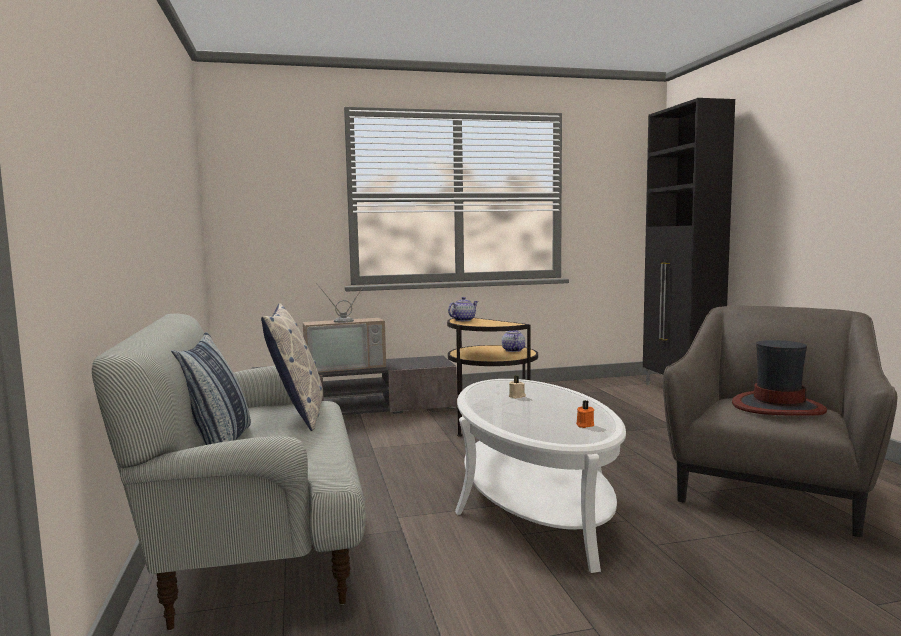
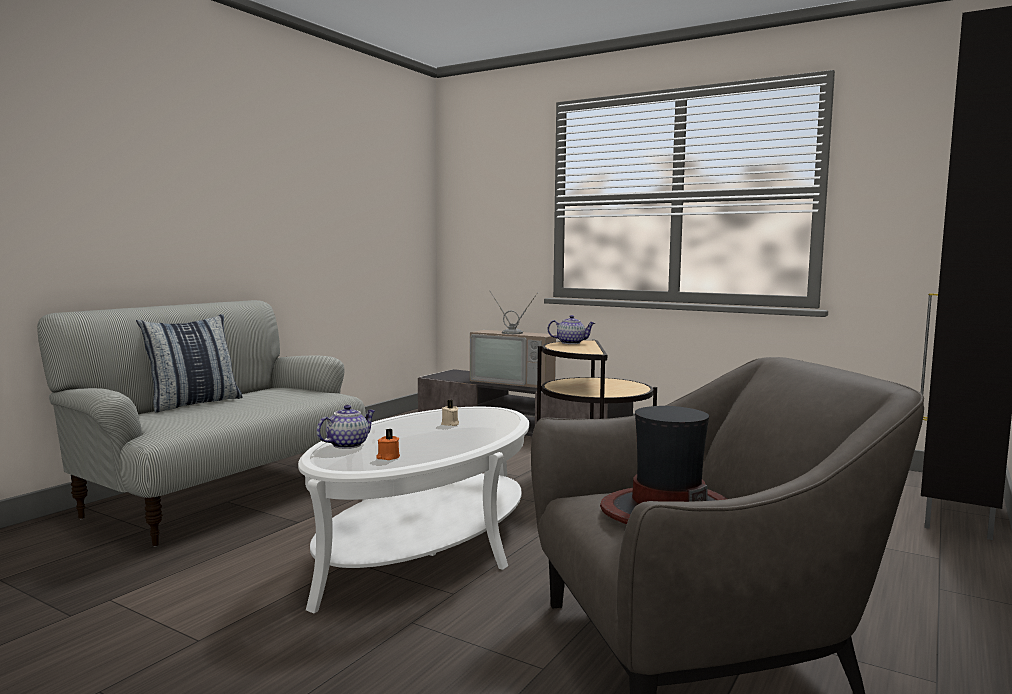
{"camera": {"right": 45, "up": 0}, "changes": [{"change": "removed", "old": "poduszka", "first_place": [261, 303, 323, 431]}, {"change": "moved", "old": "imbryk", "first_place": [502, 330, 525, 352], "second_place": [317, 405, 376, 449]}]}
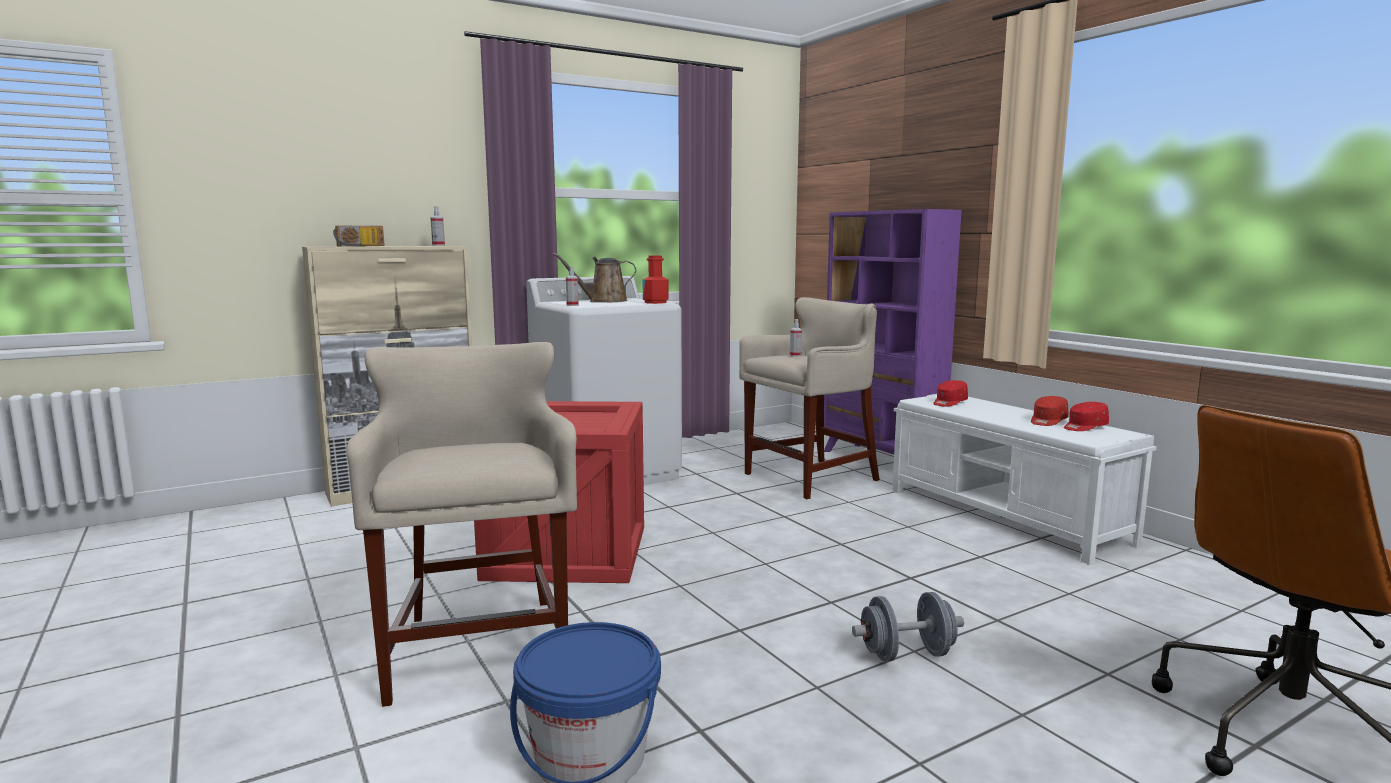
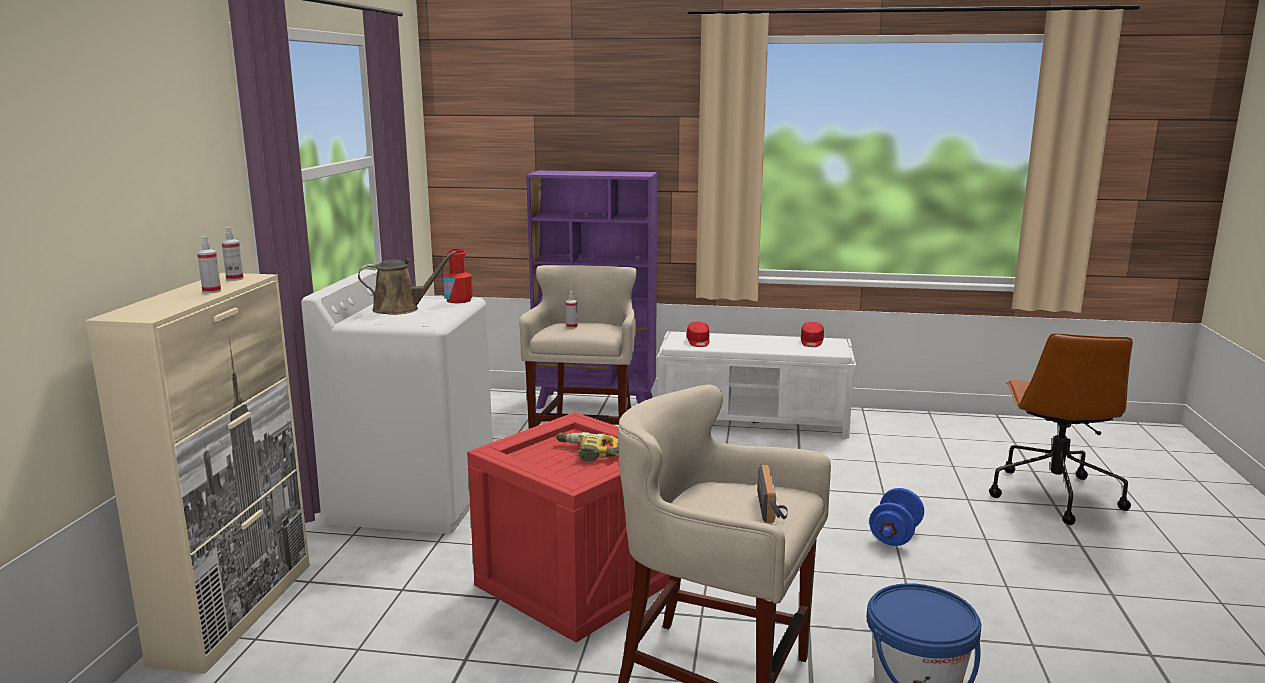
{"camera": {"right": -50, "up": 5}, "changes": [{"change": "removed", "old": "czapka z daszkiem [czerwony]", "first_place": [1031, 396, 1068, 426]}, {"change": "added", "new": "wiertarka", "second_place": [556, 432, 619, 461]}, {"change": "moved", "old": "radio", "first_place": [333, 226, 384, 246], "second_place": [757, 465, 788, 523]}, {"change": "moved", "old": "spryskiwacz", "first_place": [566, 266, 578, 306], "second_place": [197, 236, 221, 293]}, {"change": "recoloured", "old": "hantel [szary]", "new": "hantel [niebieski]", "first_place": [852, 592, 964, 662], "second_place": [869, 488, 924, 546]}, {"change": "turned", "old": "konewka [brązowy]", "first_place": [553, 253, 636, 302], "second_place": [358, 251, 457, 315], "degrees": -135}]}
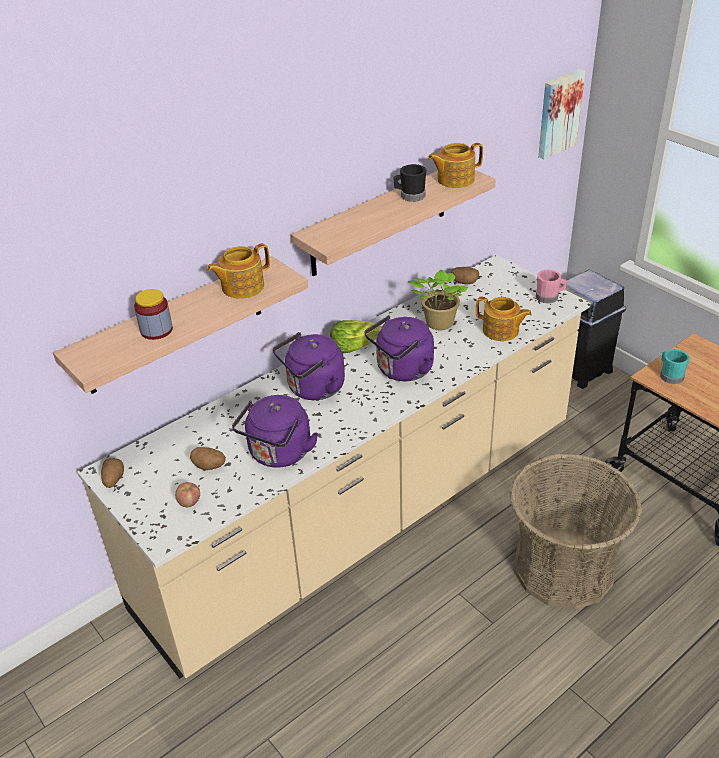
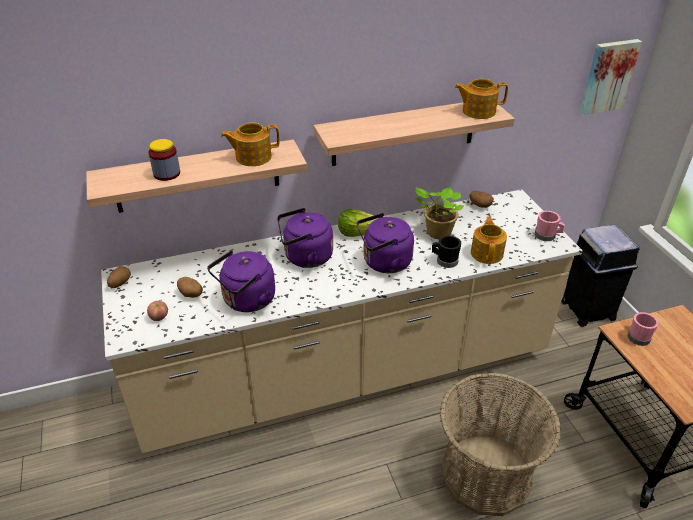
{"camera": {"right": 20, "up": 0}, "changes": [{"change": "moved", "old": "kubek [czarny]", "first_place": [393, 164, 426, 202], "second_place": [432, 235, 461, 268]}, {"change": "recoloured", "old": "kubek [turkusowy]", "new": "kubek [różowy]", "first_place": [660, 349, 690, 384], "second_place": [627, 312, 659, 346]}, {"change": "turned", "old": "imbryk", "first_place": [476, 296, 532, 341], "second_place": [471, 216, 507, 264], "degrees": -135}]}
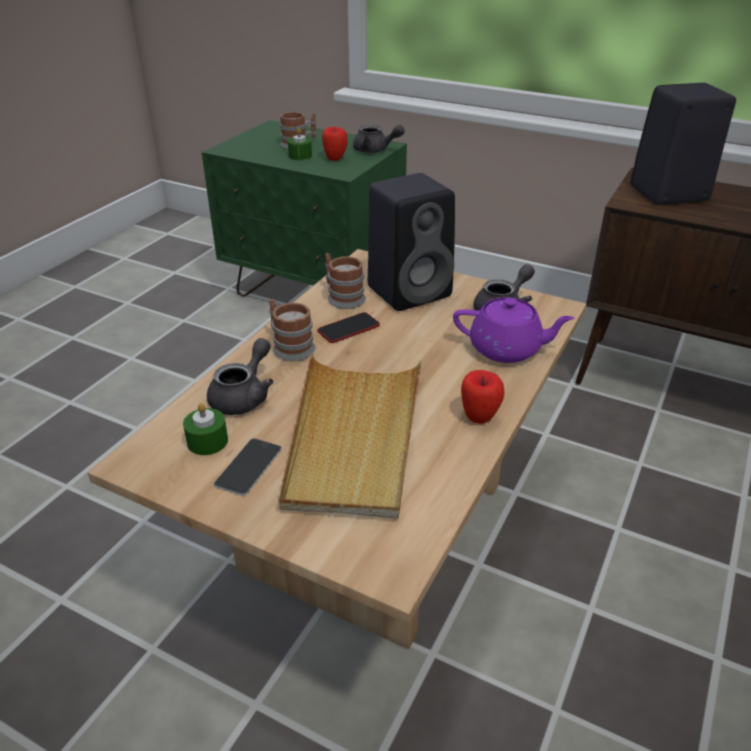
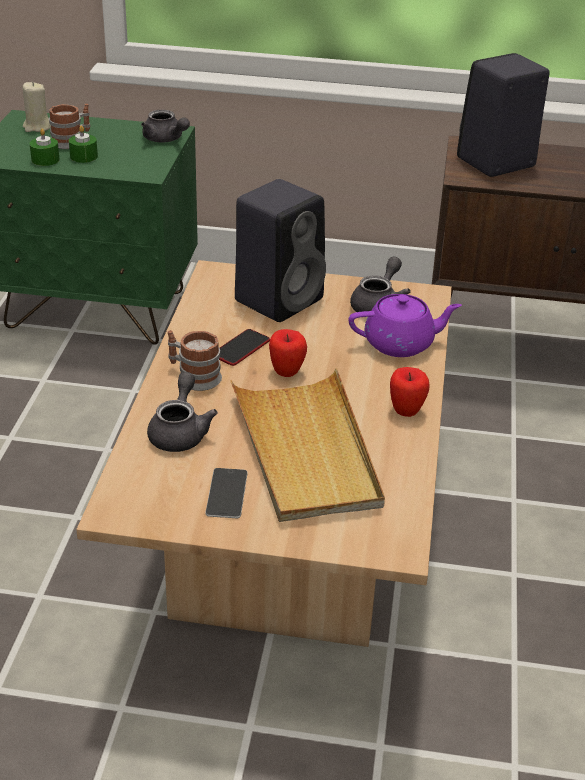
{"camera": {"right": -20, "up": 0}, "changes": [{"change": "removed", "old": "kubek", "first_place": [325, 253, 366, 309]}, {"change": "added", "new": "świeca [beżowy]", "second_place": [23, 81, 51, 132]}, {"change": "moved", "old": "świeca [zielony]", "first_place": [183, 403, 228, 455], "second_place": [30, 129, 60, 166]}, {"change": "moved", "old": "jabłko", "first_place": [322, 127, 348, 161], "second_place": [269, 329, 307, 377]}, {"change": "turned", "old": "imbryk [szary]", "first_place": [353, 125, 405, 153], "second_place": [141, 110, 190, 143], "degrees": 45}]}
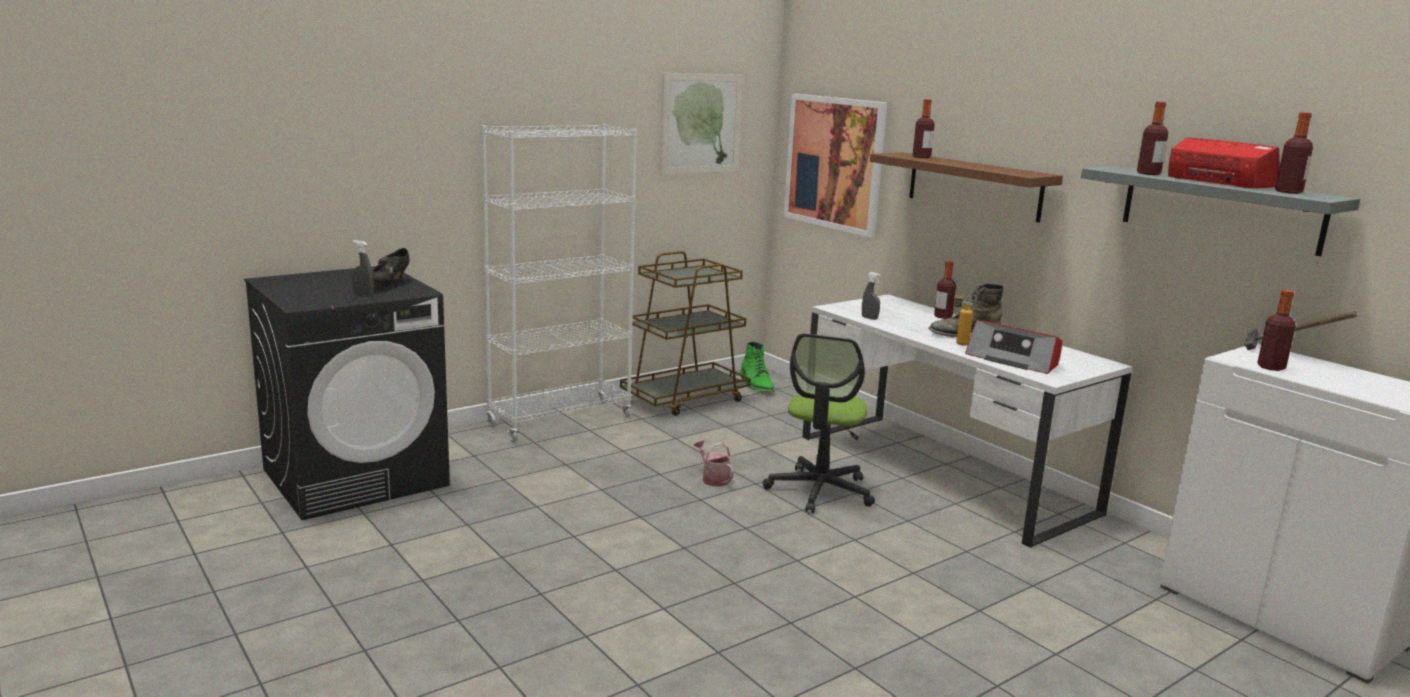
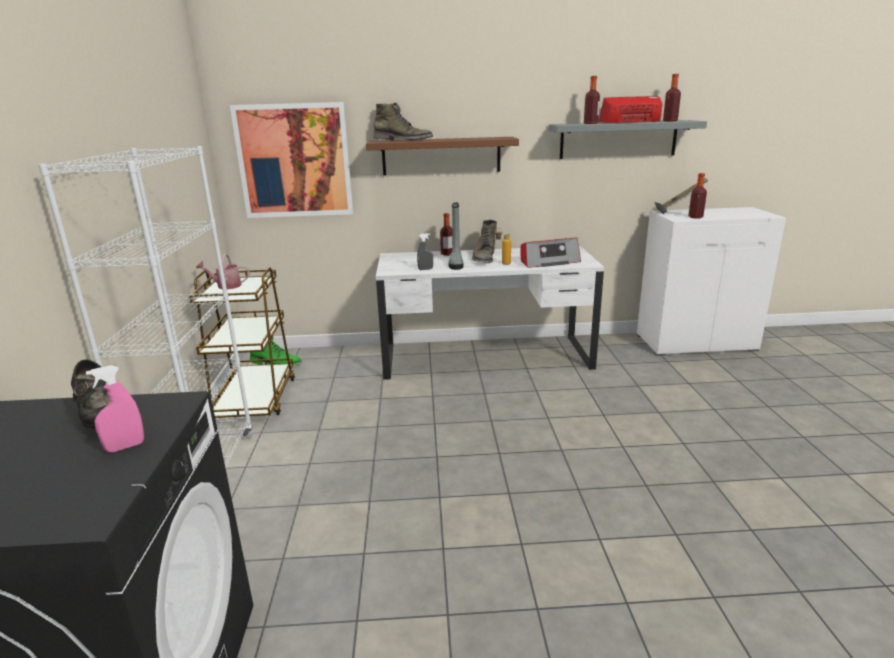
{"camera": {"right": -55, "up": 5}, "changes": [{"change": "removed", "old": "obraz", "first_place": [660, 73, 743, 175]}, {"change": "removed", "old": "krzesło biurowe", "first_place": [763, 333, 875, 513]}, {"change": "added", "new": "but z cholewką [szary]", "second_place": [449, 203, 463, 270]}, {"change": "moved", "old": "konewka", "first_place": [694, 441, 734, 487], "second_place": [196, 254, 250, 289]}, {"change": "replaced", "old": "butelka", "new": "but z cholewką [zielony]", "first_place": [913, 99, 935, 158], "second_place": [373, 103, 433, 140]}, {"change": "recoloured", "old": "spryskiwacz [szary]", "new": "spryskiwacz [różowy]", "first_place": [352, 240, 374, 297], "second_place": [86, 365, 144, 453]}]}
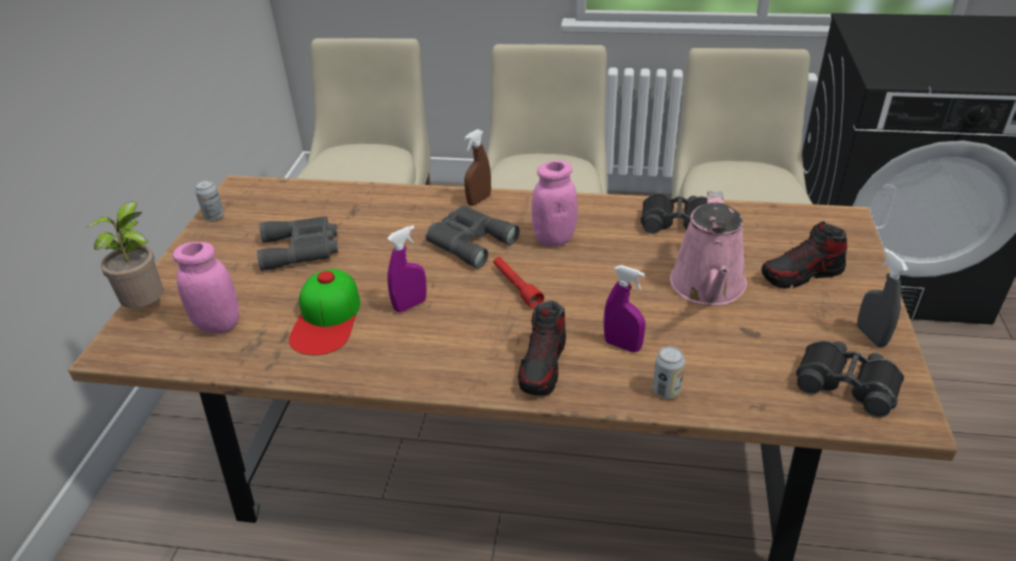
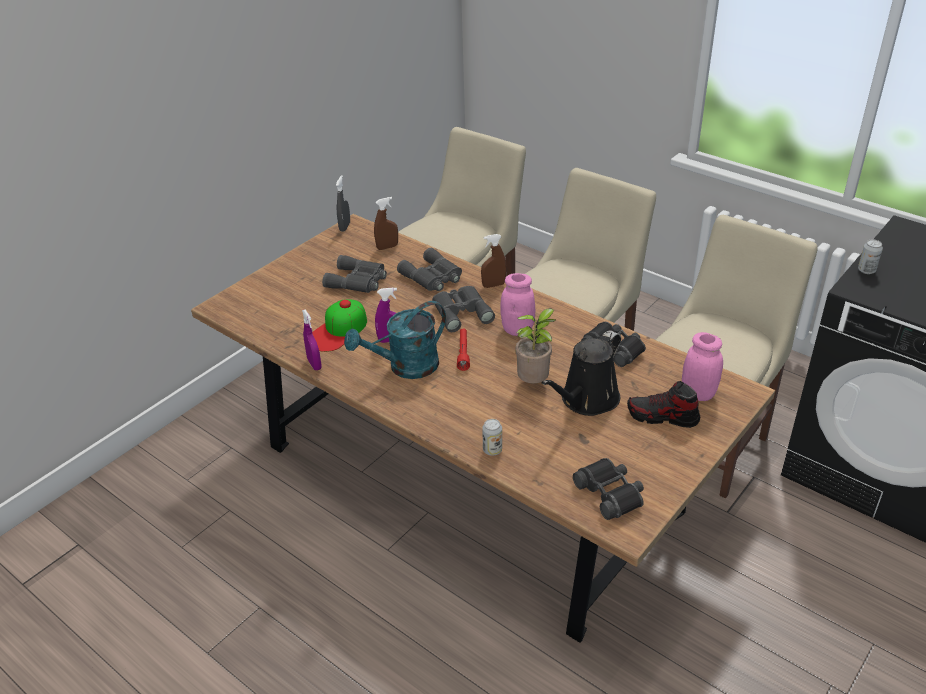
{"camera": {"right": 30, "up": 0}, "changes": [{"change": "removed", "old": "but", "first_place": [518, 301, 566, 396]}, {"change": "added", "new": "konewka [turkusowy]", "second_place": [344, 301, 446, 379]}, {"change": "added", "new": "spryskiwacz [brązowy]", "second_place": [374, 197, 398, 250]}, {"change": "added", "new": "lornetka [szary]", "second_place": [397, 248, 462, 291]}, {"change": "moved", "old": "roślina doniczkowa", "first_place": [86, 202, 165, 308], "second_place": [515, 308, 556, 383]}, {"change": "moved", "old": "słoik [różowy]", "first_place": [173, 242, 239, 334], "second_place": [682, 332, 723, 401]}, {"change": "moved", "old": "puszka", "first_place": [195, 180, 224, 221], "second_place": [858, 239, 883, 274]}, {"change": "moved", "old": "spryskiwacz [fioletowy]", "first_place": [603, 265, 645, 352], "second_place": [302, 310, 322, 370]}, {"change": "moved", "old": "spryskiwacz [szary]", "first_place": [857, 248, 909, 347], "second_place": [336, 175, 350, 232]}, {"change": "recoloured", "old": "konewka [różowy]", "new": "konewka [czarny]", "first_place": [670, 191, 747, 306], "second_place": [542, 330, 621, 416]}]}
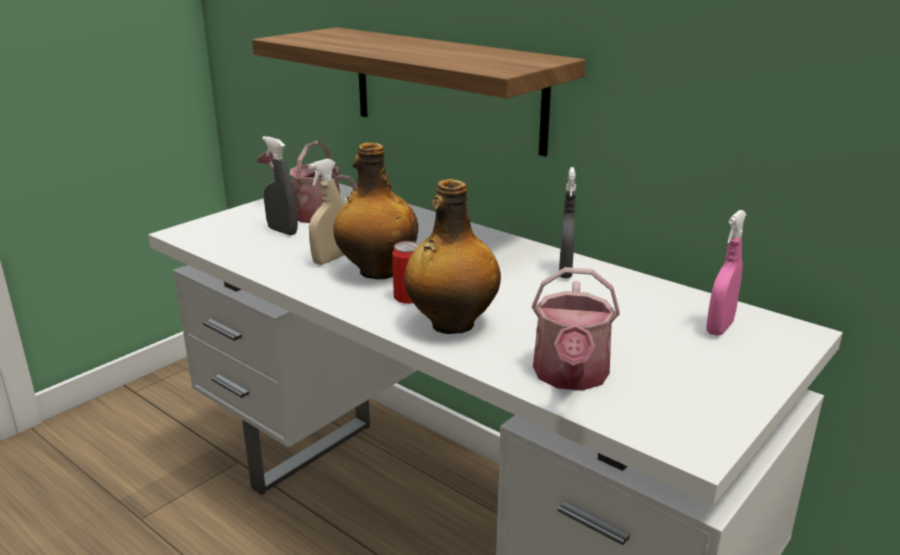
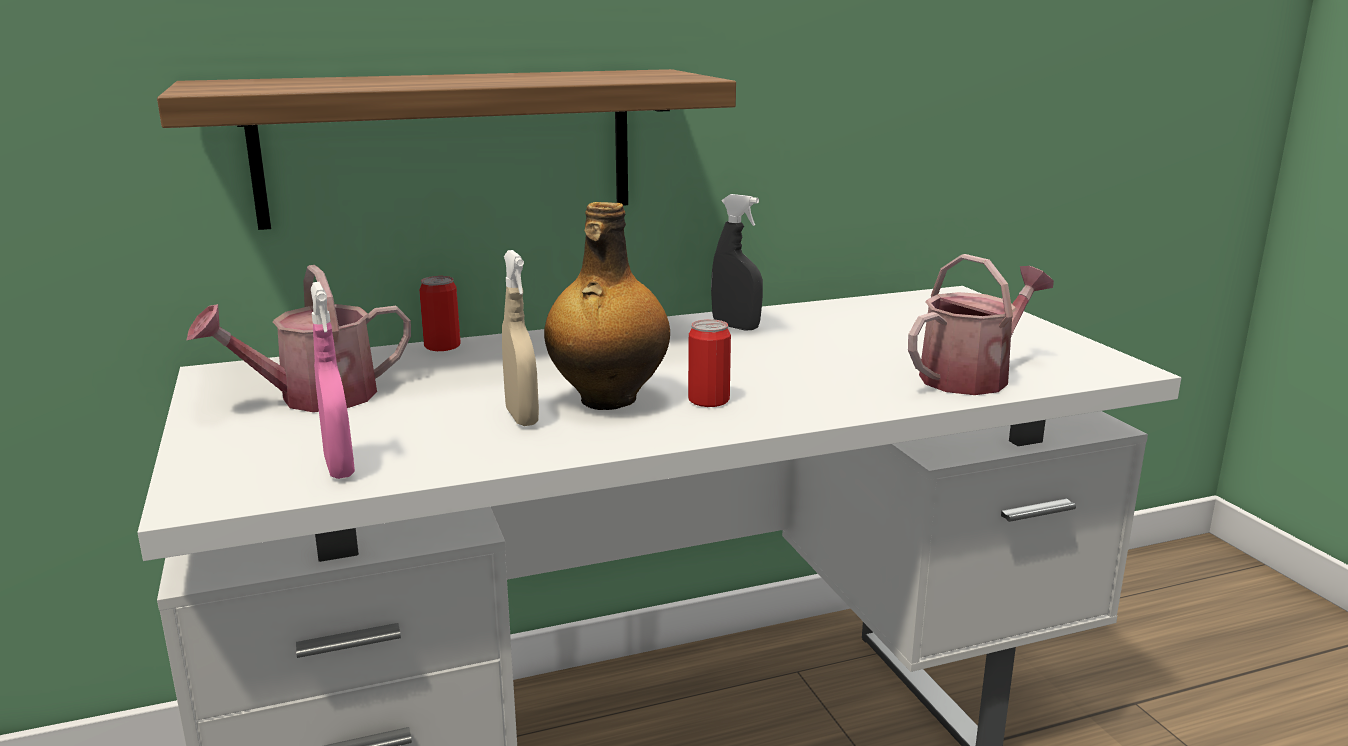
{"camera": {"right": -60, "up": -5}, "changes": [{"change": "removed", "old": "spryskiwacz [szary]", "first_place": [262, 136, 298, 235]}, {"change": "removed", "old": "butelka", "first_place": [404, 179, 501, 334]}, {"change": "added", "new": "puszka", "second_place": [419, 276, 461, 351]}, {"change": "moved", "old": "spryskiwacz [różowy]", "first_place": [706, 210, 747, 336], "second_place": [311, 282, 355, 479]}, {"change": "turned", "old": "konewka", "first_place": [532, 267, 620, 391], "second_place": [908, 254, 1054, 395], "degrees": -75}]}
